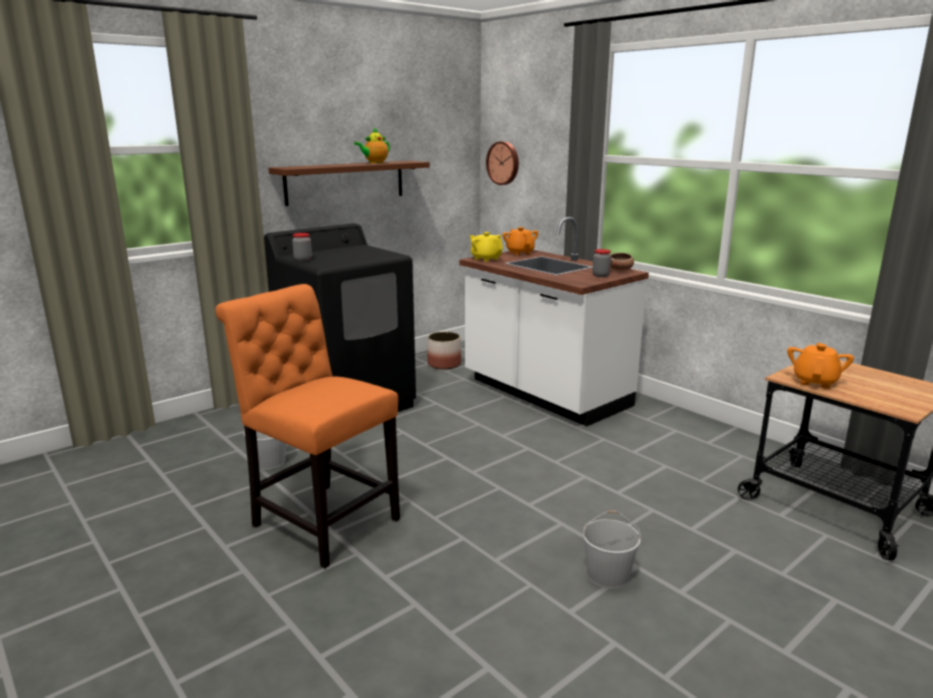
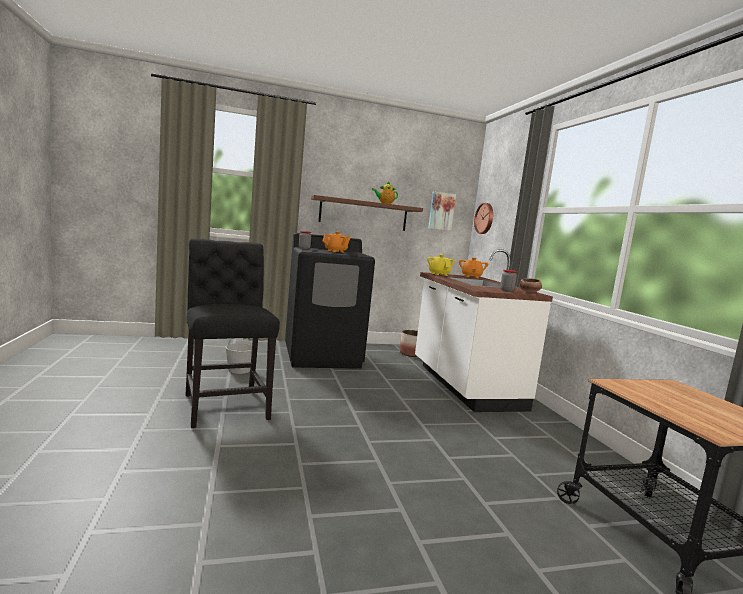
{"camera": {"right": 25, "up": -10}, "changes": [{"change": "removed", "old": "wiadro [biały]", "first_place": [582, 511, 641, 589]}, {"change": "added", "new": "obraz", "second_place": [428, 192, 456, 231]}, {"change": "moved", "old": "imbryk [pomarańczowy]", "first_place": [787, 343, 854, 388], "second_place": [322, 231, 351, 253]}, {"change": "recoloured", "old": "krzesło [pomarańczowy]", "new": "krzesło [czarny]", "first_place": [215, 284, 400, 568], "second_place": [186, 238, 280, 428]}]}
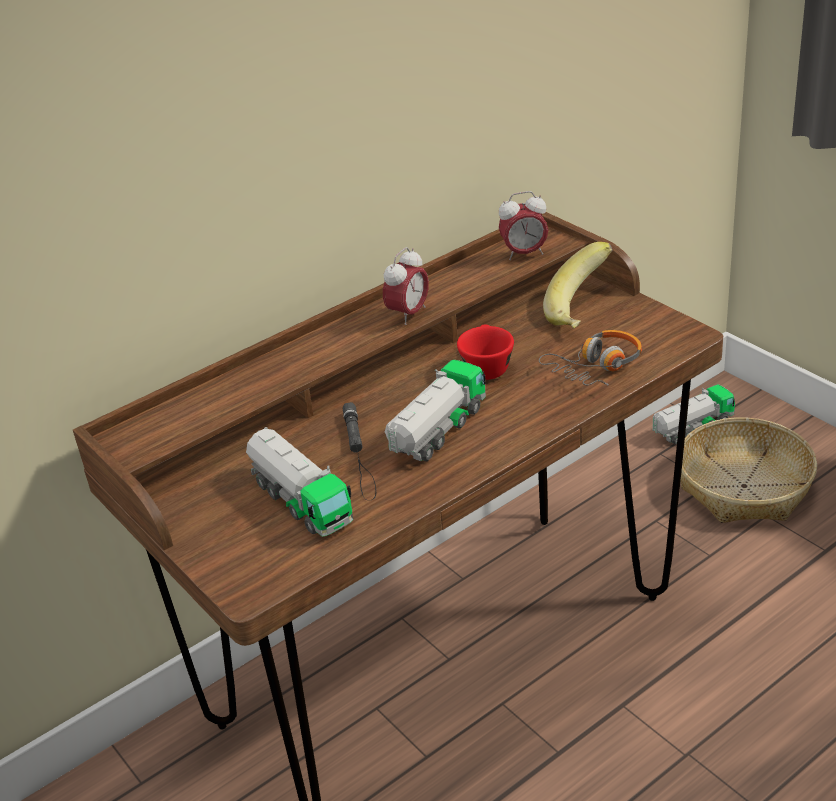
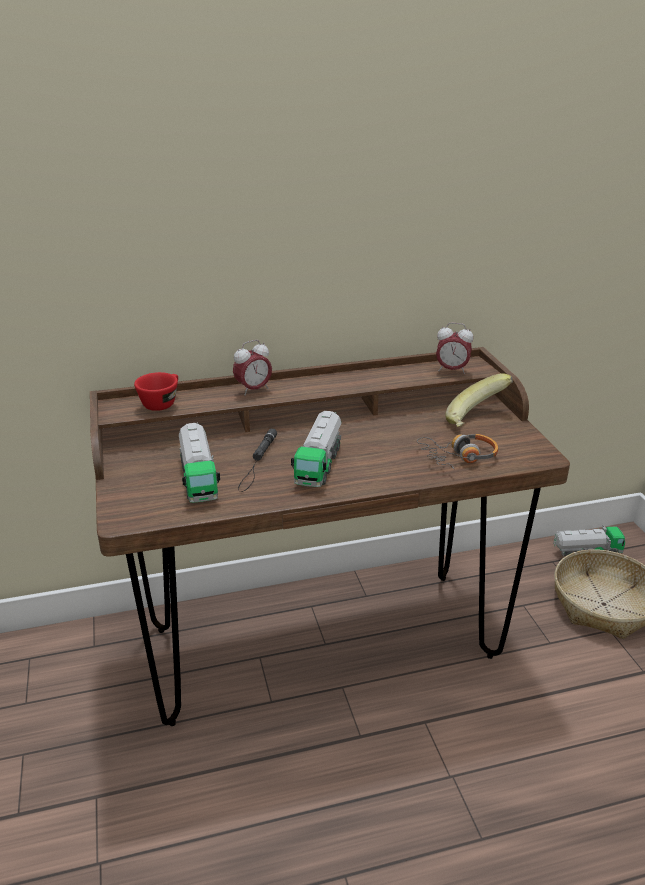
{"camera": {"right": 20, "up": -5}, "changes": [{"change": "moved", "old": "budzik", "first_place": [383, 247, 429, 325], "second_place": [233, 340, 272, 396]}, {"change": "moved", "old": "filiżanka [czerwony]", "first_place": [457, 325, 514, 380], "second_place": [134, 372, 178, 411]}, {"change": "turned", "old": "ciężarówka zabawkowa", "first_place": [385, 360, 486, 461], "second_place": [291, 411, 342, 487], "degrees": 135}]}
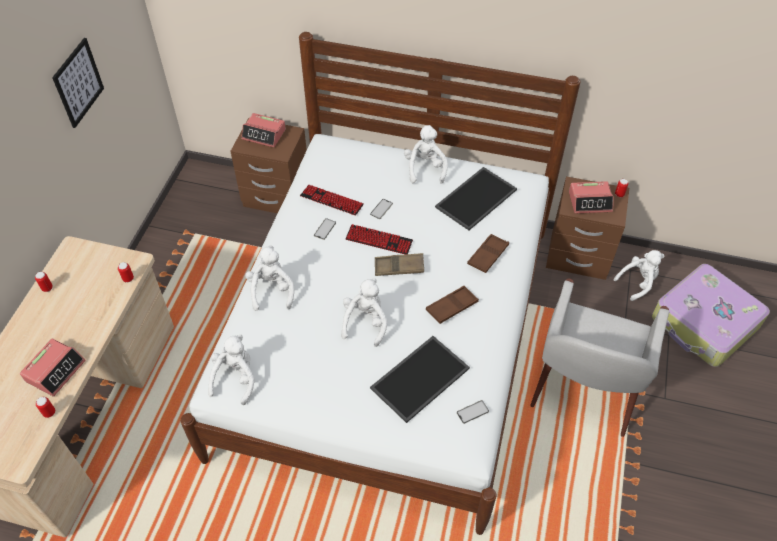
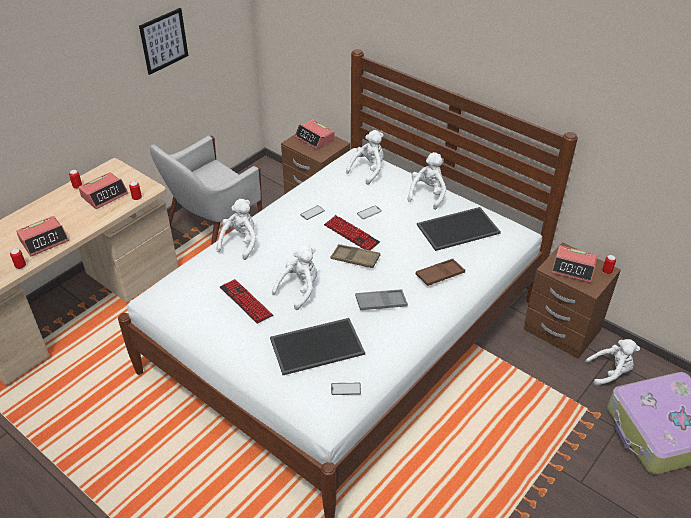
{"camera": {"right": 25, "up": -10}, "changes": [{"change": "added", "new": "budzik", "second_place": [78, 172, 128, 209]}, {"change": "moved", "old": "pluszak [biały]", "first_place": [208, 334, 255, 405], "second_place": [346, 130, 384, 185]}, {"change": "moved", "old": "klawiatura", "first_place": [300, 185, 364, 216], "second_place": [220, 279, 273, 324]}, {"change": "moved", "old": "fotel [biały]", "first_place": [530, 279, 670, 437], "second_place": [150, 136, 262, 245]}, {"change": "recoloured", "old": "taca [brązowy]", "new": "taca [szary]", "first_place": [426, 286, 479, 324], "second_place": [355, 289, 408, 310]}]}
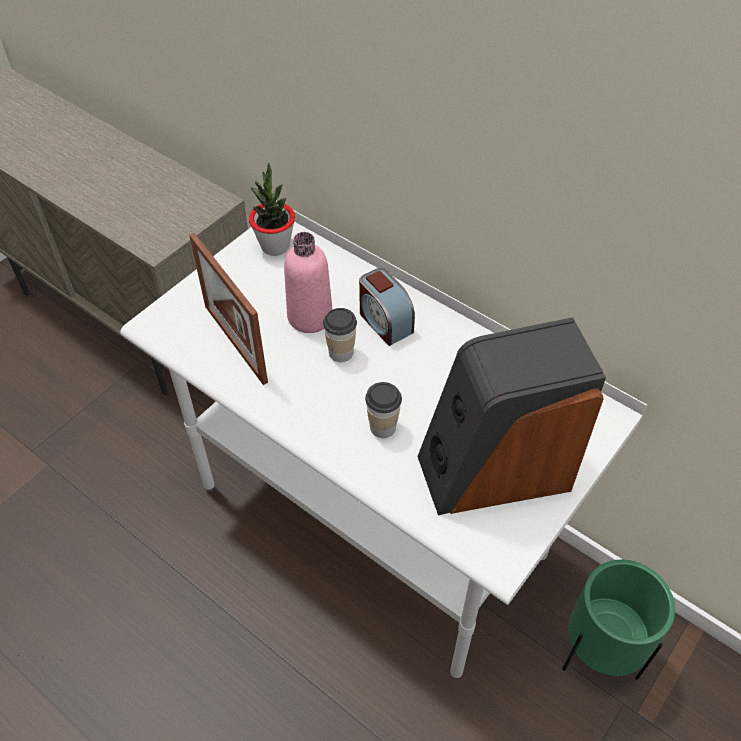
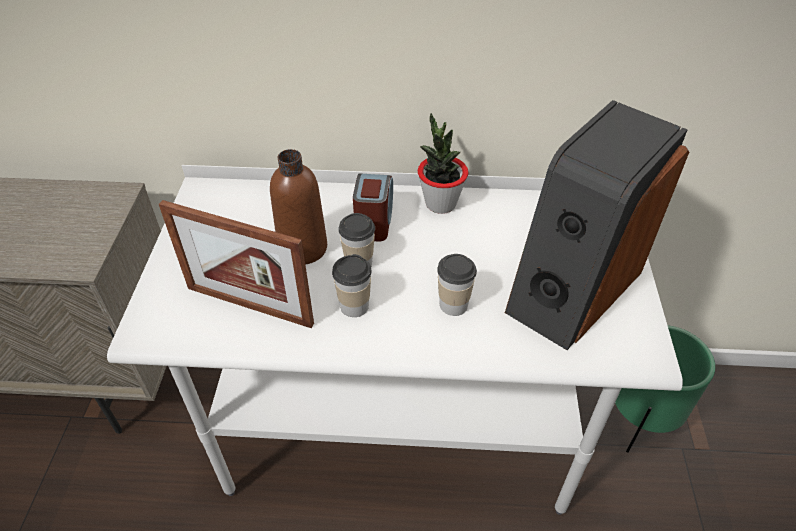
{"camera": {"right": -35, "up": -5}, "changes": [{"change": "added", "new": "filiżanka", "second_place": [332, 254, 372, 317]}, {"change": "moved", "old": "roślina doniczkowa", "first_place": [249, 163, 295, 256], "second_place": [418, 113, 468, 214]}, {"change": "recoloured", "old": "butelka [różowy]", "new": "butelka [brązowy]", "first_place": [284, 232, 333, 333], "second_place": [270, 149, 327, 265]}, {"change": "turned", "old": "budzik", "first_place": [359, 268, 415, 346], "second_place": [353, 174, 393, 241], "degrees": -105}]}
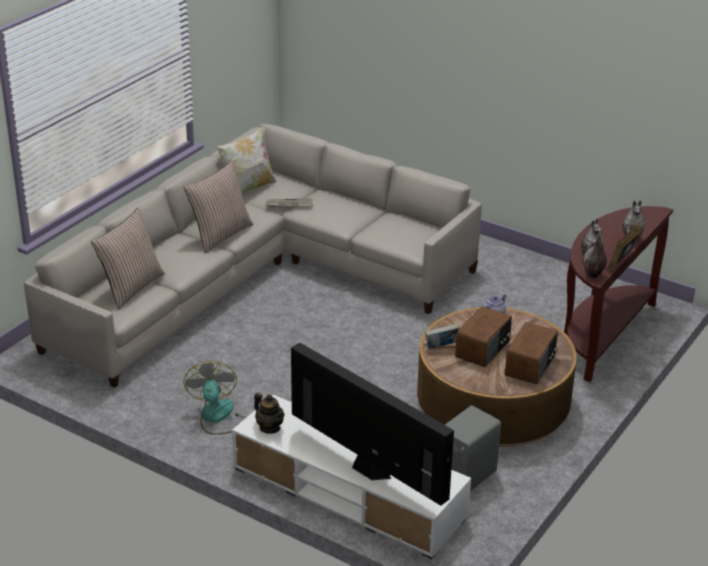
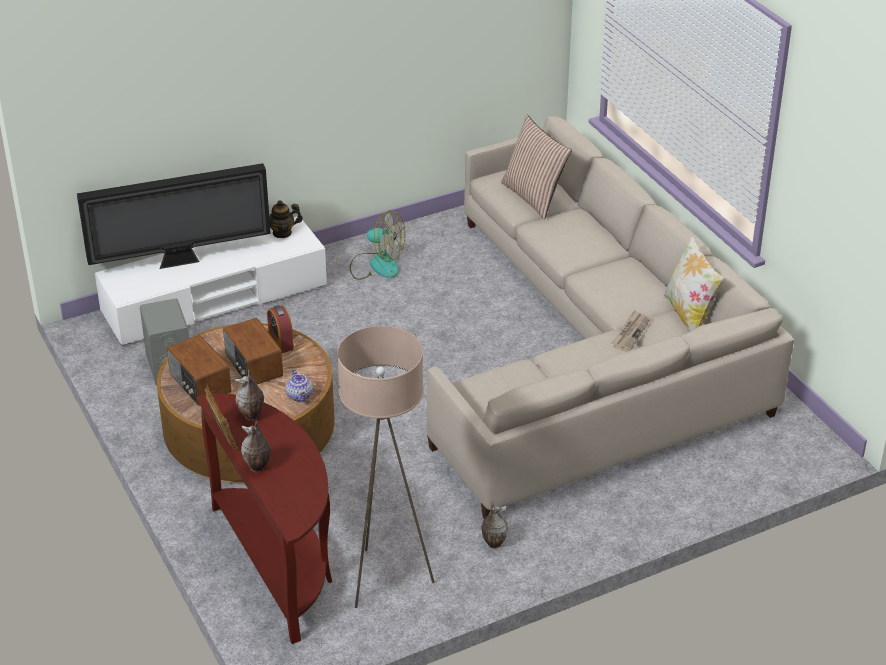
{"camera": {"right": 120, "up": 5}, "changes": [{"change": "removed", "old": "poduszka", "first_place": [183, 160, 253, 254]}, {"change": "added", "new": "lampa stojąca [beżowy]", "second_place": [337, 326, 435, 608]}, {"change": "moved", "old": "wazon", "first_place": [583, 235, 607, 279], "second_place": [482, 502, 508, 549]}, {"change": "replaced", "old": "książka", "new": "budzik", "first_place": [425, 324, 459, 349], "second_place": [267, 305, 294, 353]}]}
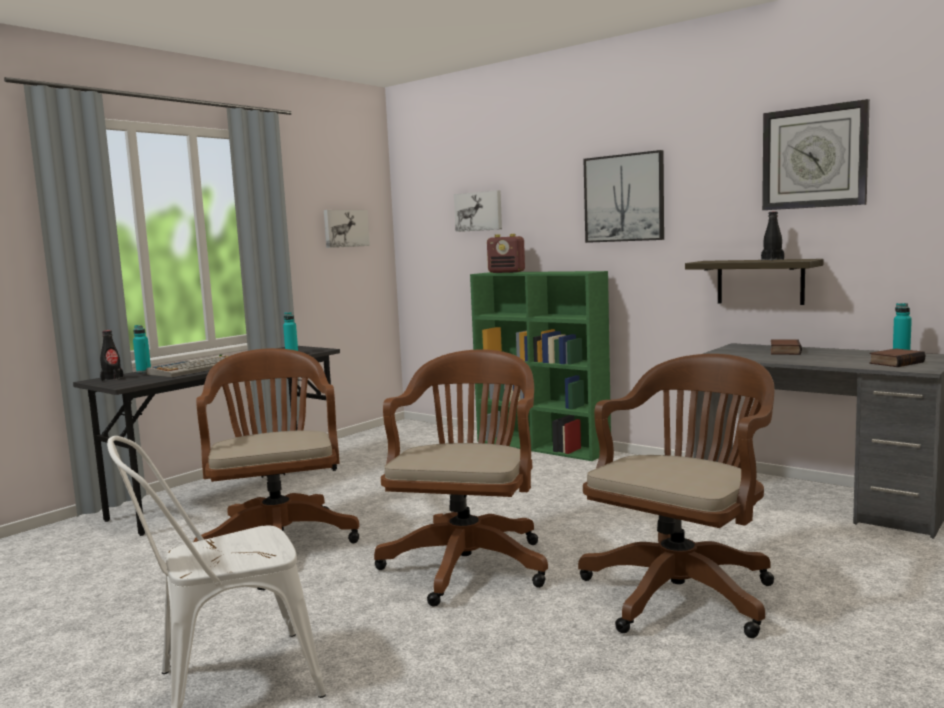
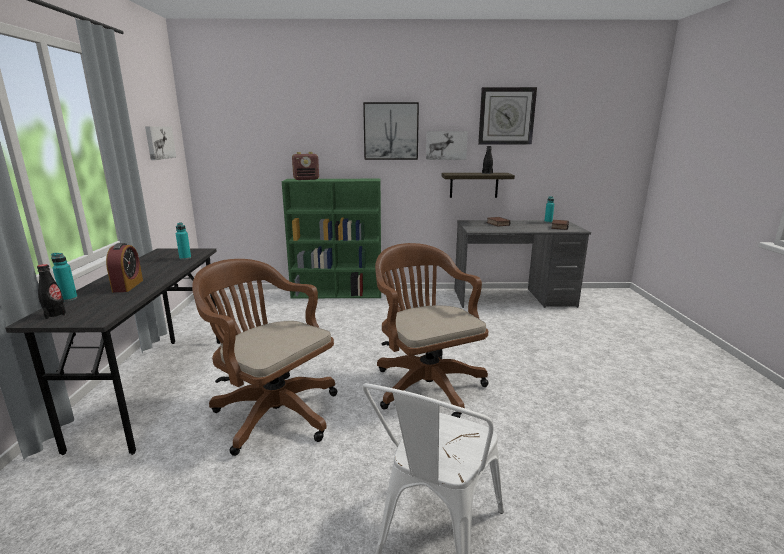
{"camera": {"right": -40, "up": 10}, "changes": [{"change": "removed", "old": "krzesło biurowe [brązowy]", "first_place": [578, 354, 774, 638]}, {"change": "moved", "old": "obraz", "first_place": [454, 190, 502, 232], "second_place": [426, 131, 468, 160]}, {"change": "replaced", "old": "klawiatura", "new": "budzik", "first_place": [146, 354, 229, 377], "second_place": [106, 243, 143, 292]}]}
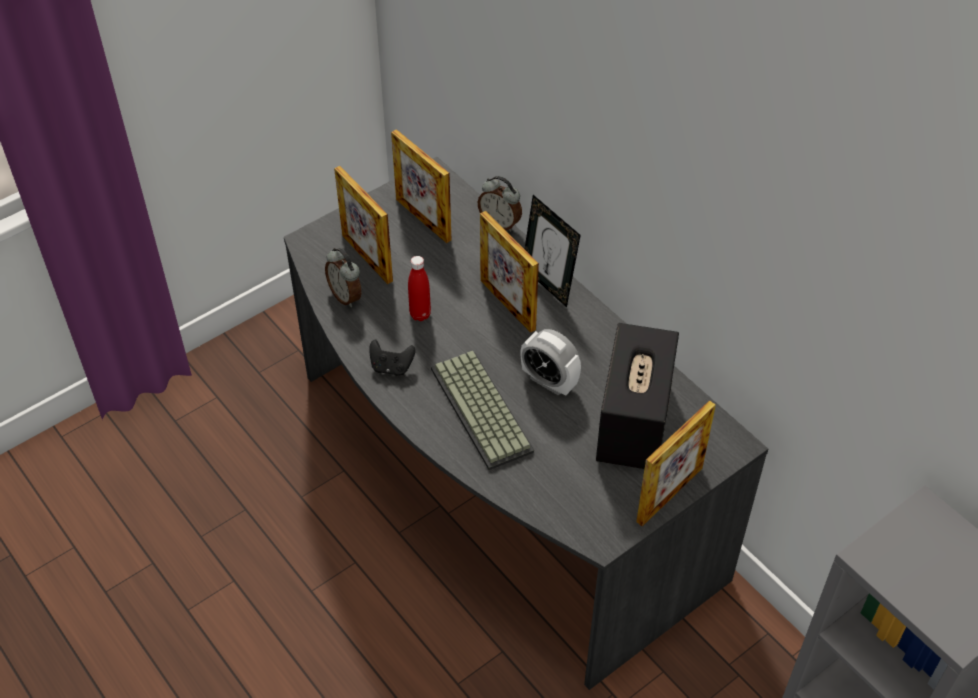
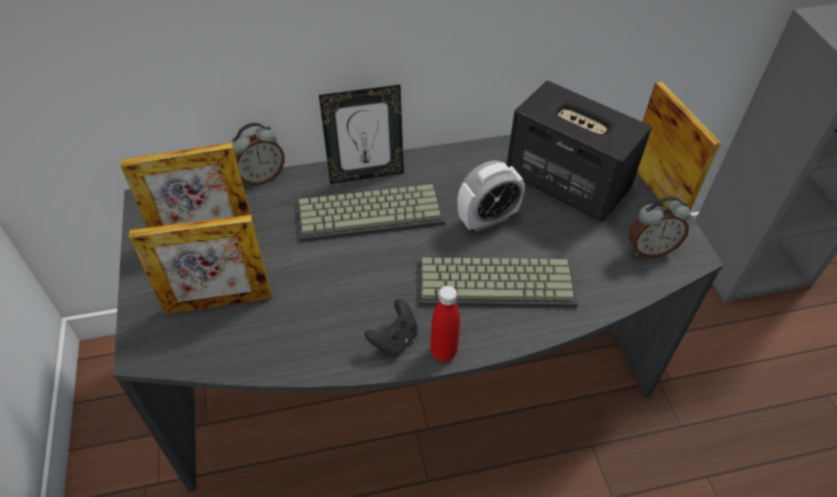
{"camera": {"right": -65, "up": 0}, "changes": [{"change": "moved", "old": "budzik", "first_place": [325, 248, 361, 307], "second_place": [629, 196, 690, 258]}, {"change": "moved", "old": "butelka [czerwony]", "first_place": [408, 256, 431, 321], "second_place": [430, 286, 460, 362]}, {"change": "replaced", "old": "ramka na zdjęcie", "new": "klawiatura", "first_place": [480, 211, 539, 333], "second_place": [297, 184, 446, 242]}]}
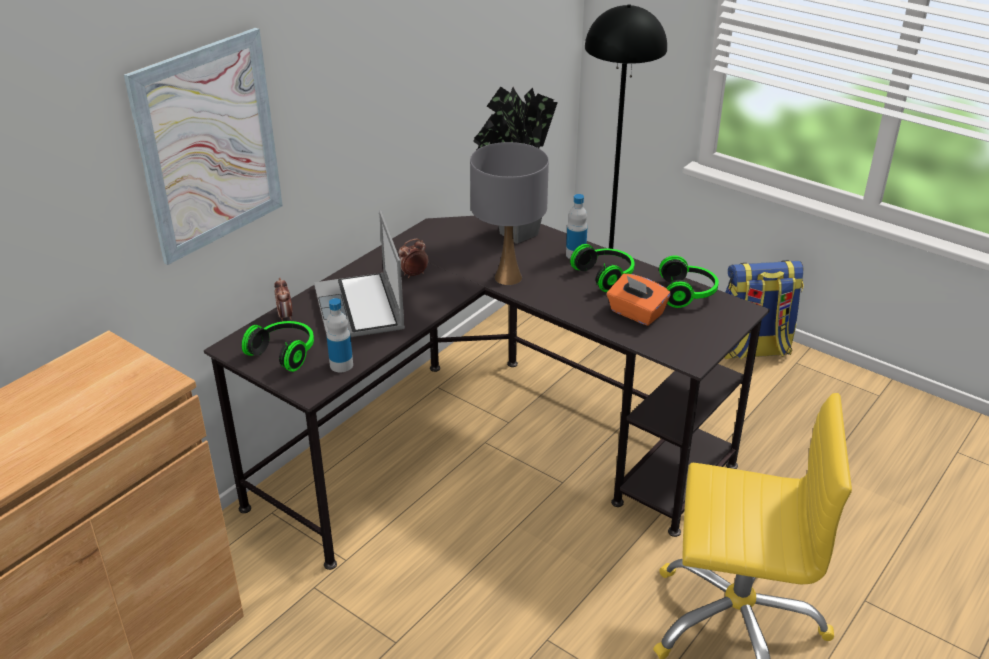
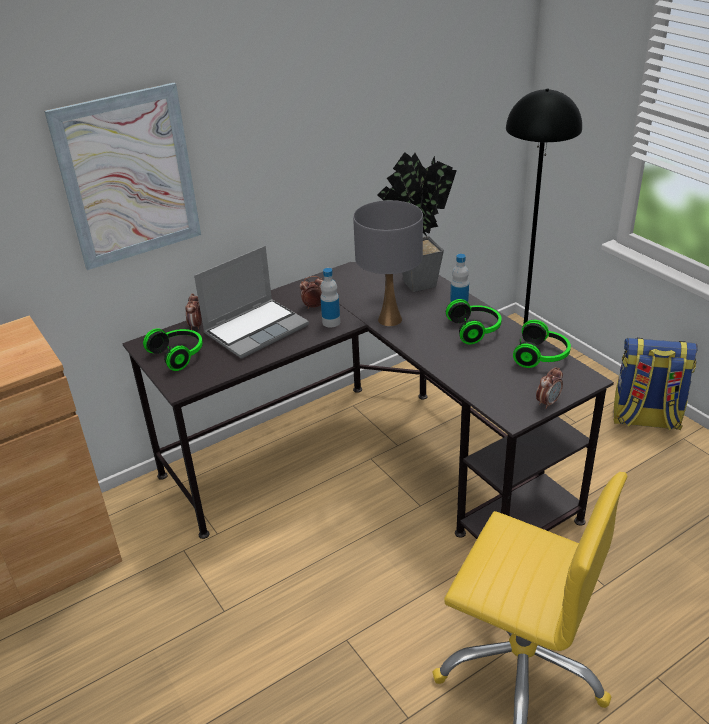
{"camera": {"right": 20, "up": 0}, "changes": [{"change": "removed", "old": "pudełko chusteczek [pomarańczowy]", "first_place": [607, 274, 671, 326]}, {"change": "added", "new": "budzik", "second_place": [536, 367, 563, 409]}, {"change": "moved", "old": "butelka", "first_place": [326, 298, 353, 372], "second_place": [320, 268, 340, 327]}, {"change": "turned", "old": "laptop", "first_place": [314, 210, 405, 337], "second_place": [194, 246, 309, 358], "degrees": -135}]}
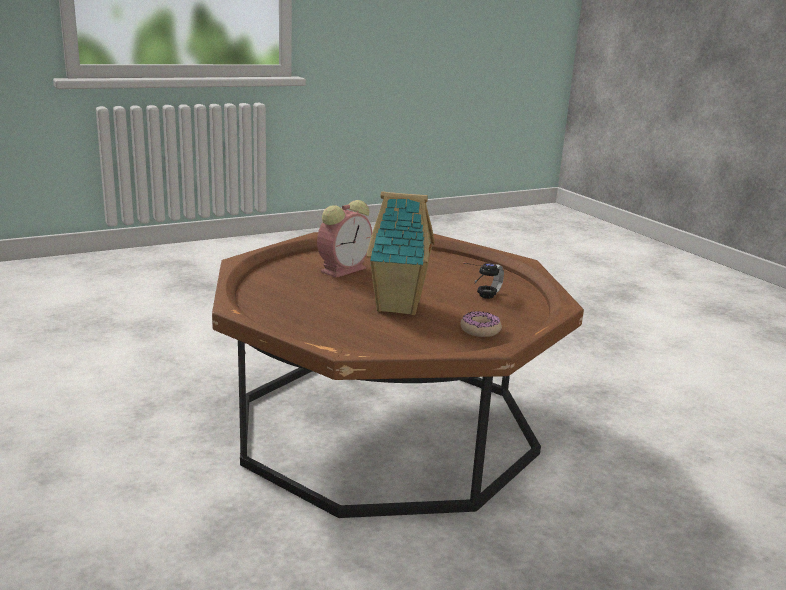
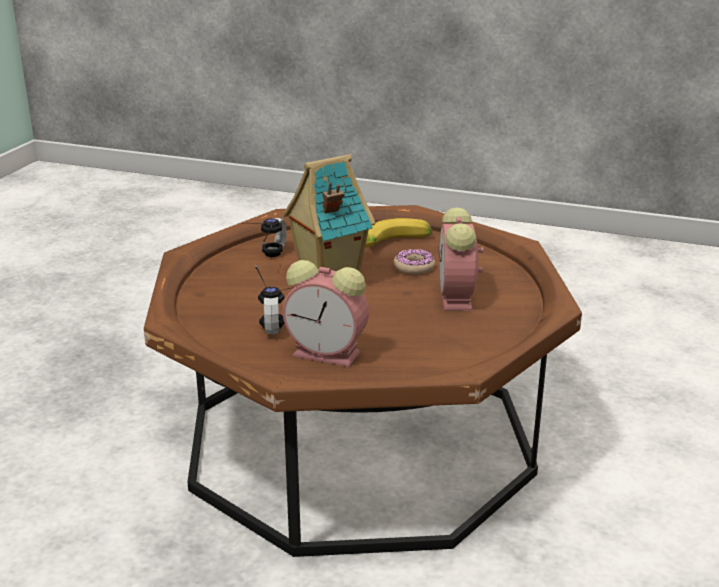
{"camera": {"right": 140, "up": 5}, "changes": [{"change": "added", "new": "słuchawki", "second_place": [242, 218, 287, 257]}, {"change": "added", "new": "budzik", "second_place": [283, 260, 369, 367]}, {"change": "added", "new": "banan", "second_place": [365, 218, 432, 248]}, {"change": "moved", "old": "donut", "first_place": [461, 311, 502, 337], "second_place": [394, 249, 435, 275]}]}
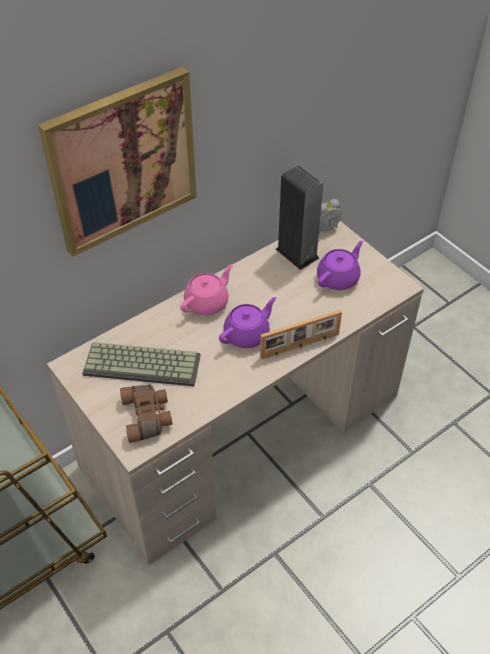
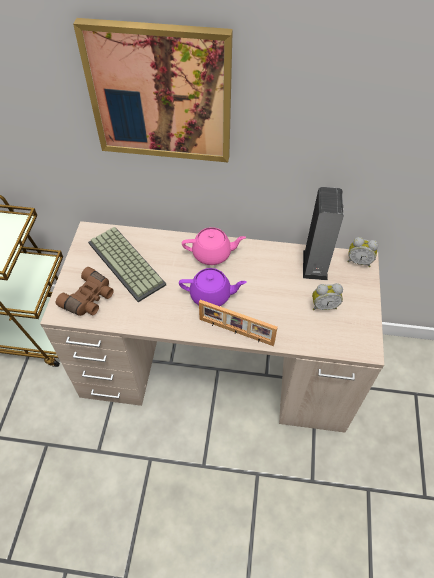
{"camera": {"right": 45, "up": 5}, "changes": [{"change": "replaced", "old": "imbryk [fioletowy]", "new": "budzik", "first_place": [317, 241, 363, 290], "second_place": [312, 283, 343, 310]}]}
